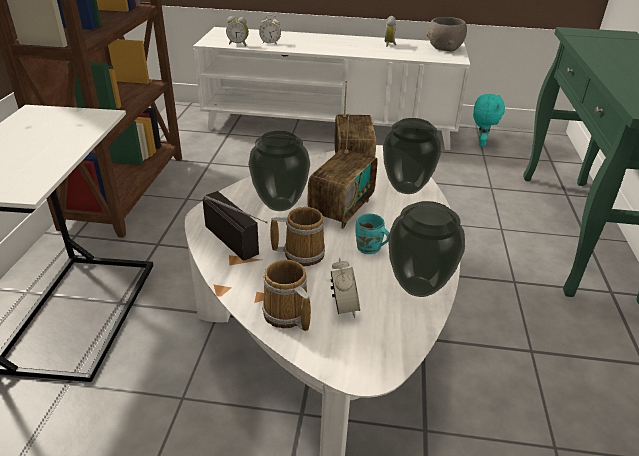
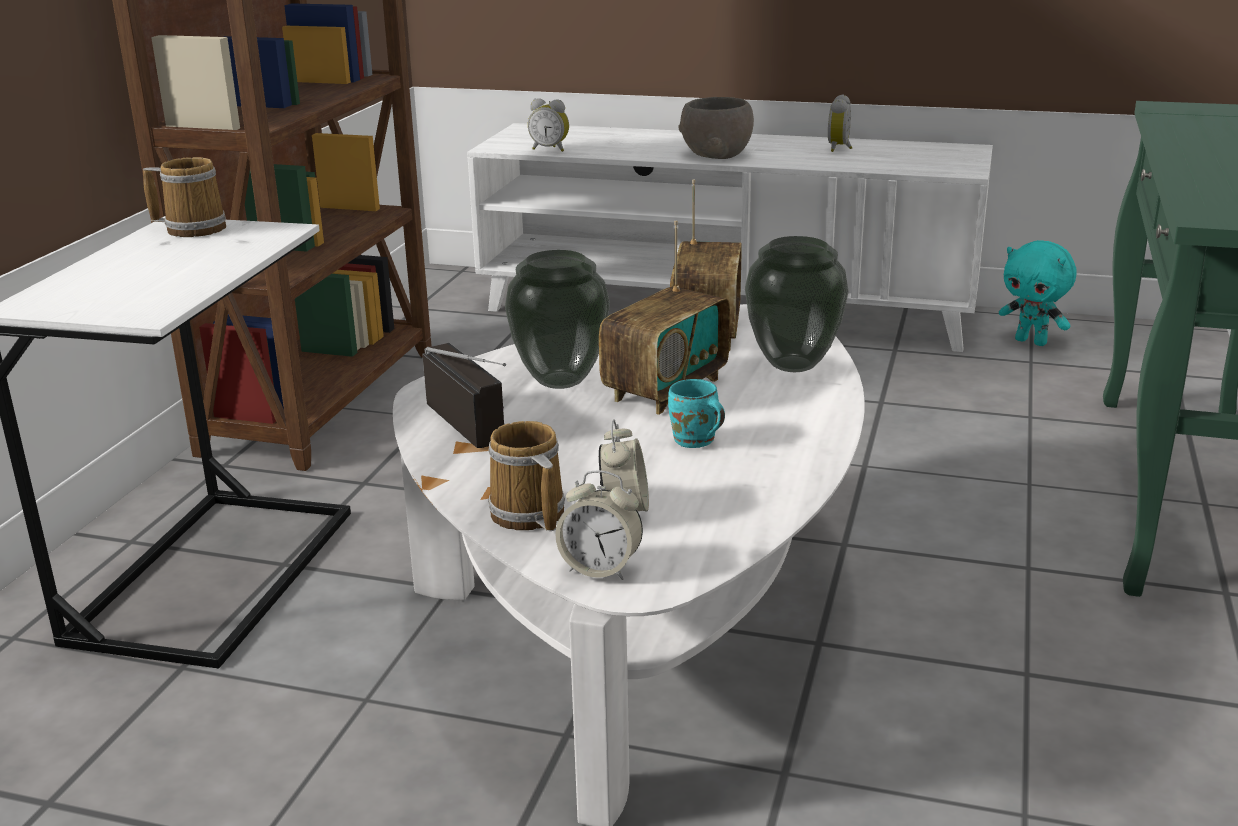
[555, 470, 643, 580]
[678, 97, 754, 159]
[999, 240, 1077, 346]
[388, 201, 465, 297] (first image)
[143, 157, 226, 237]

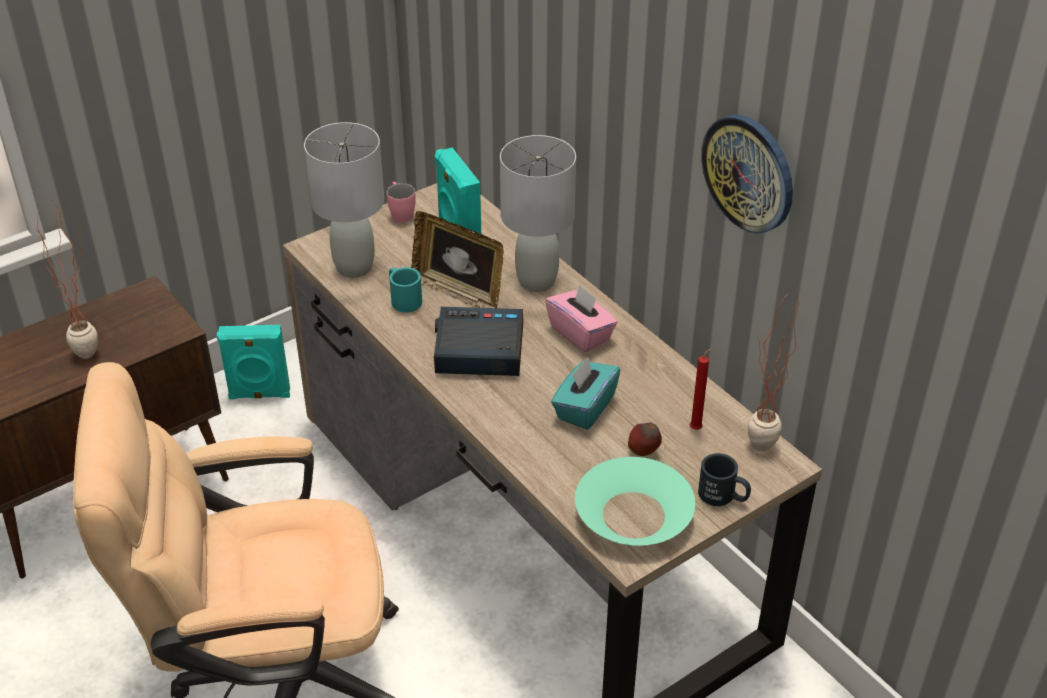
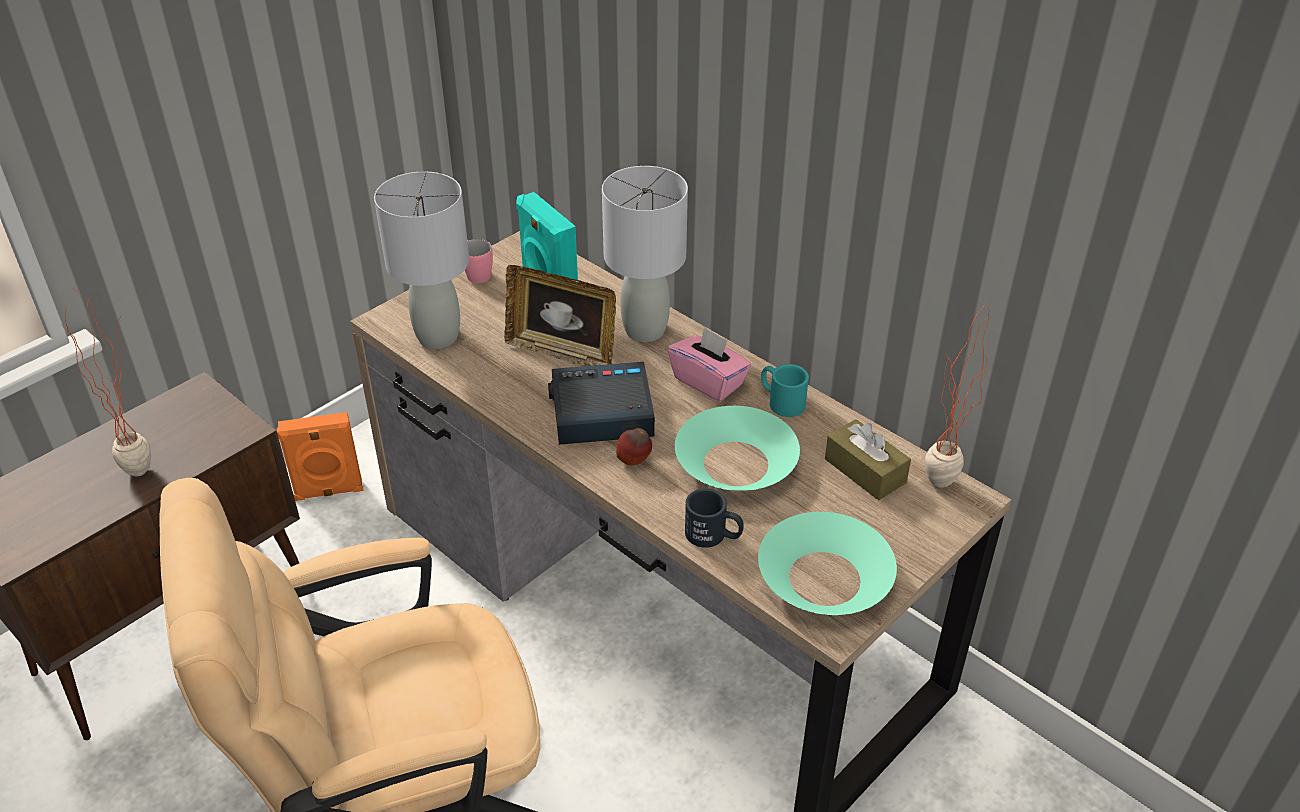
[701, 115, 793, 233] (first image)
[761, 364, 809, 417]
[277, 412, 363, 501]
[825, 419, 911, 500]
[675, 406, 800, 491]
[616, 428, 652, 466]
[685, 488, 744, 548]

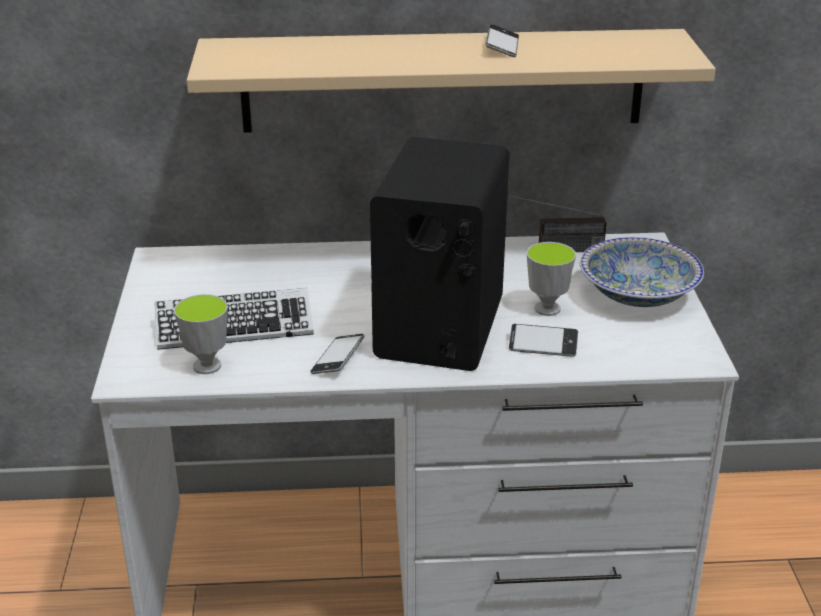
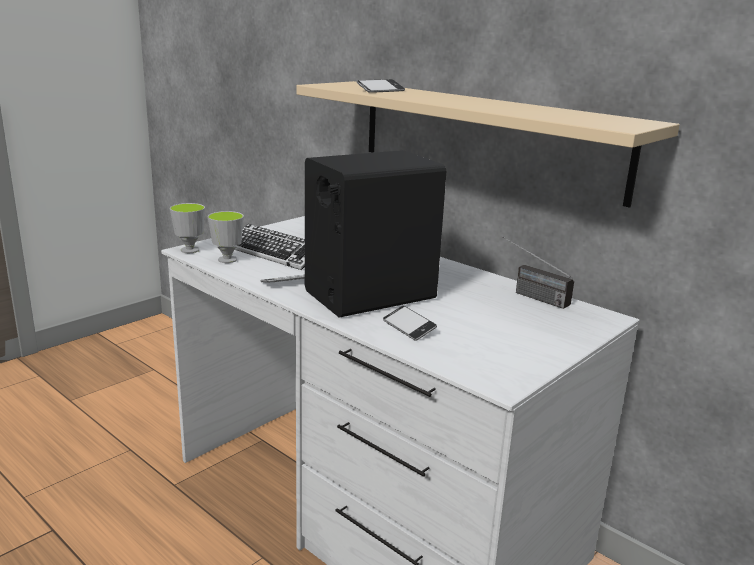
[356, 79, 405, 93]
[580, 237, 704, 307] (first image)
[170, 203, 205, 253]

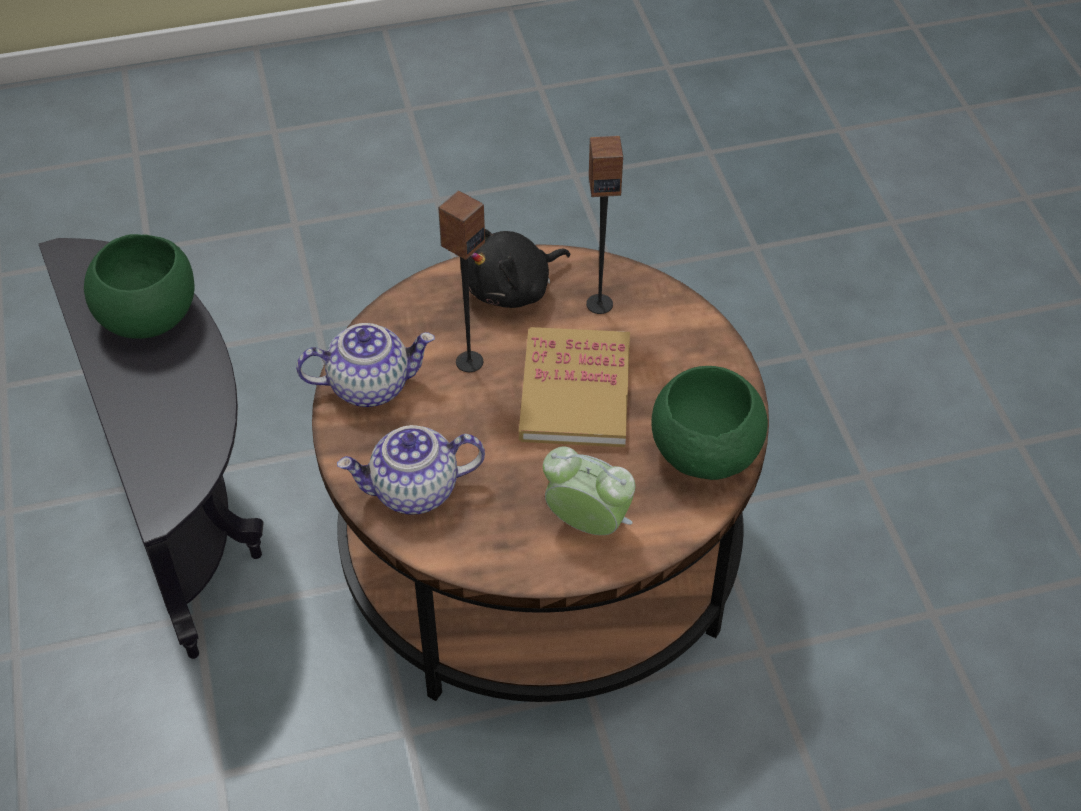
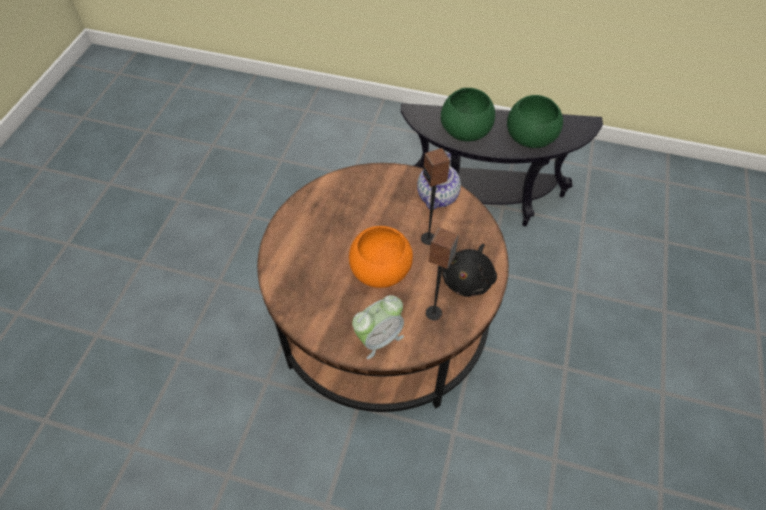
[442, 244, 497, 297]
[349, 226, 413, 288]
[441, 88, 495, 142]
[337, 425, 485, 515] (first image)
[352, 295, 404, 359]

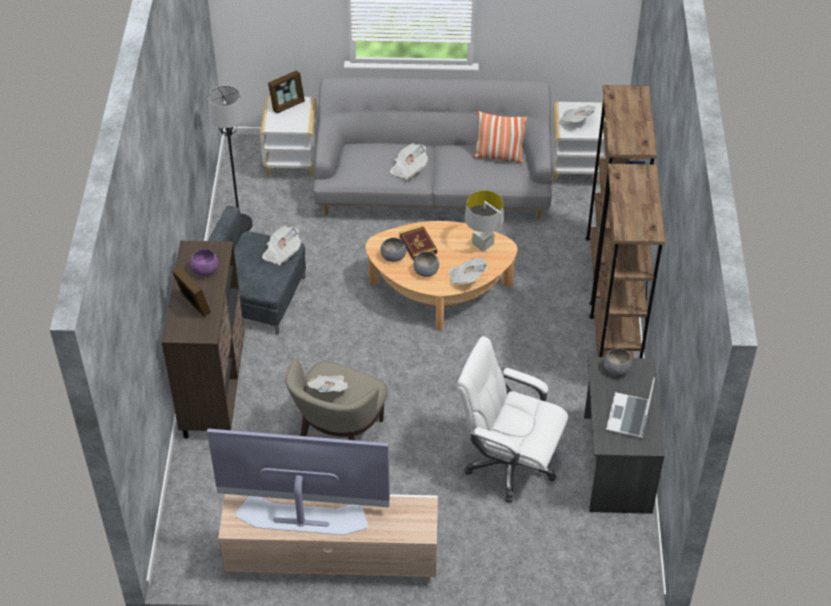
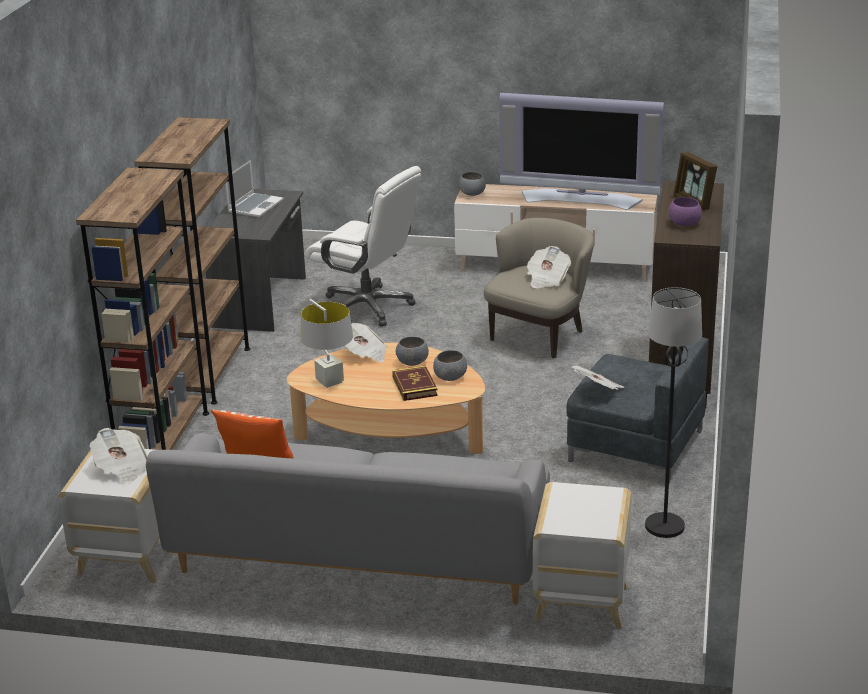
[268, 70, 305, 113] (first image)
[390, 143, 428, 180] (first image)
[459, 172, 486, 196]

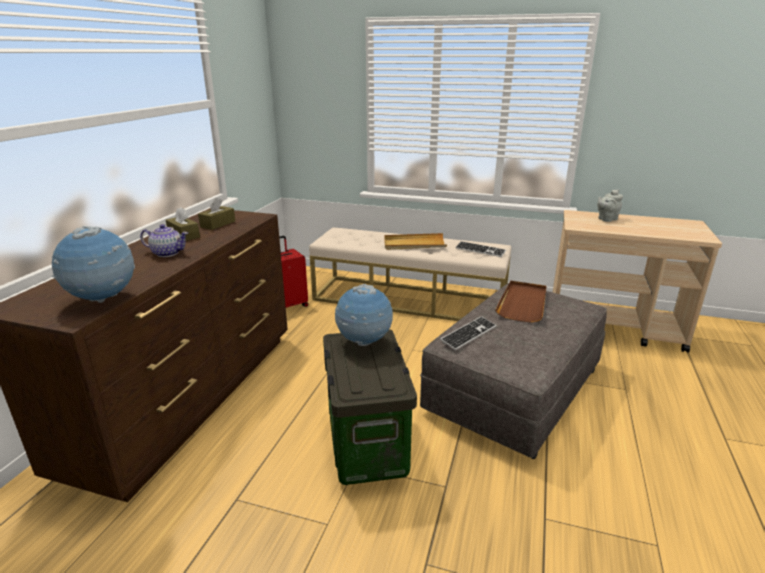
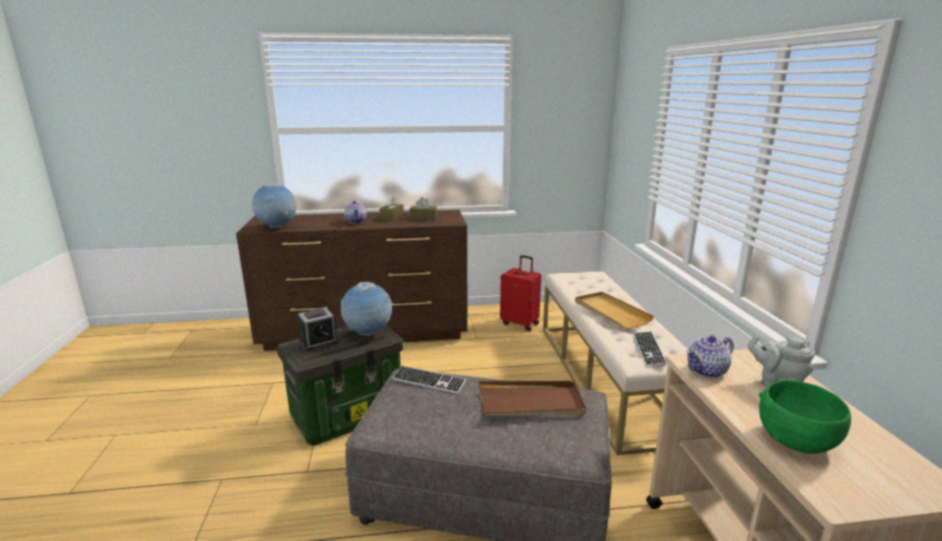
[297, 307, 339, 351]
[686, 335, 733, 378]
[759, 380, 851, 454]

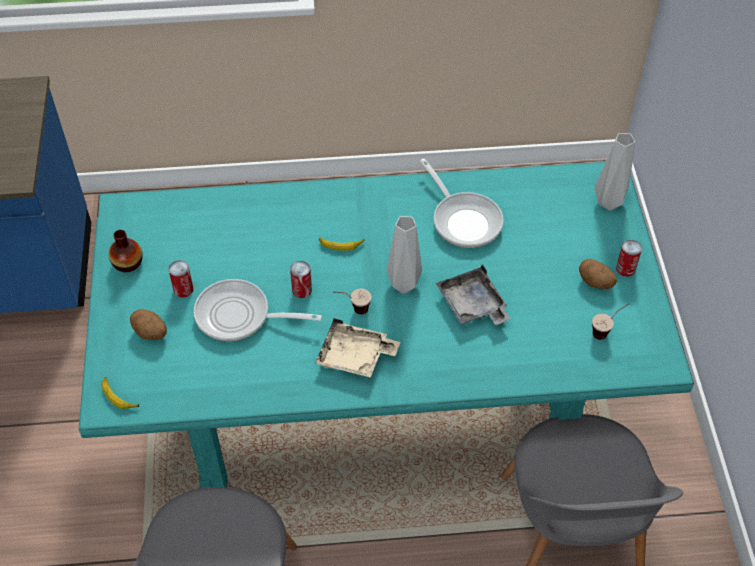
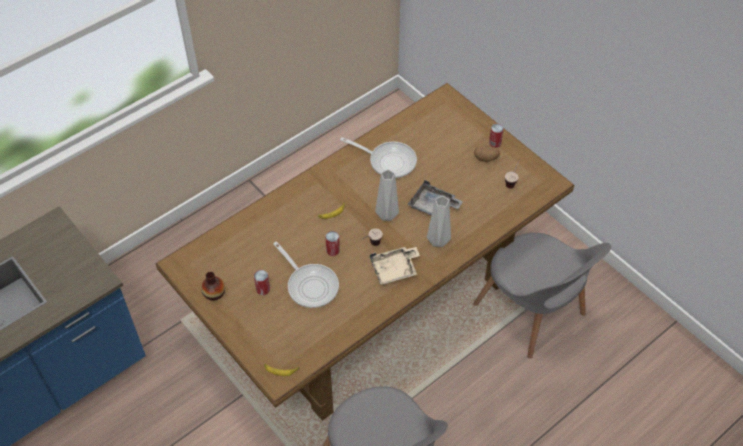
[427, 196, 451, 247]
[156, 83, 574, 421]
[273, 242, 339, 308]
[130, 309, 167, 340] (first image)

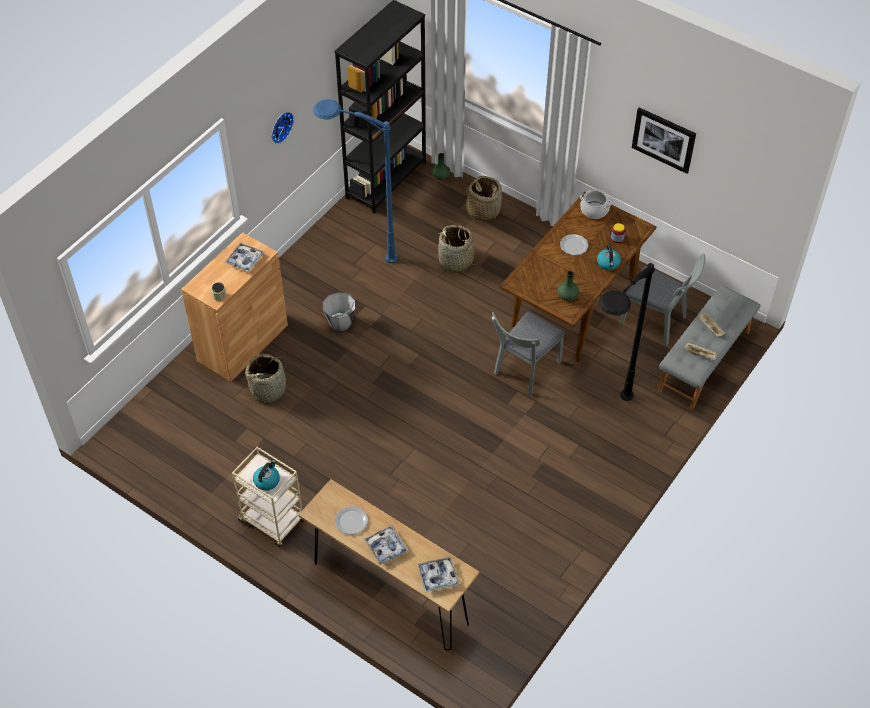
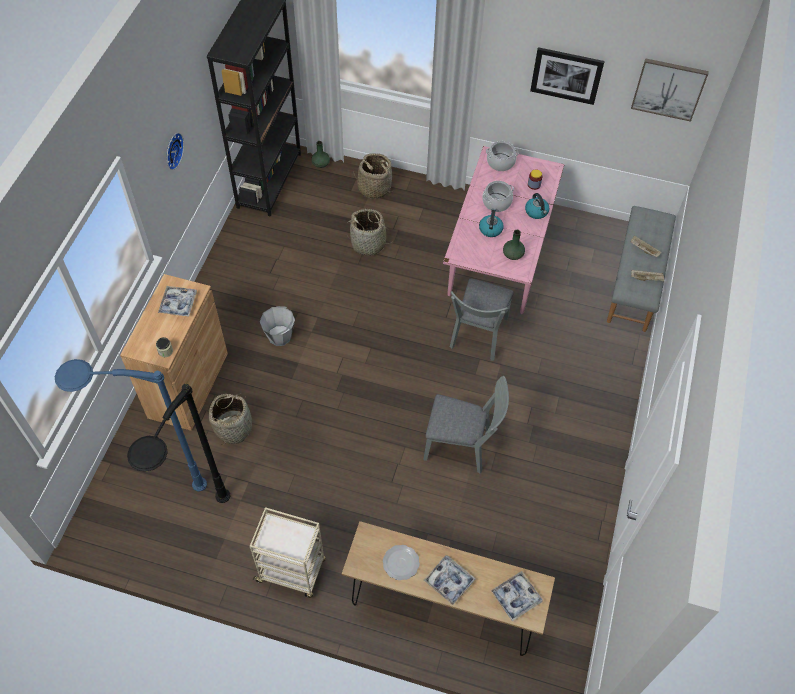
[55, 359, 207, 492]
[443, 146, 565, 314]
[482, 181, 514, 212]
[423, 376, 509, 474]
[127, 384, 231, 503]
[479, 209, 504, 237]
[631, 58, 709, 122]

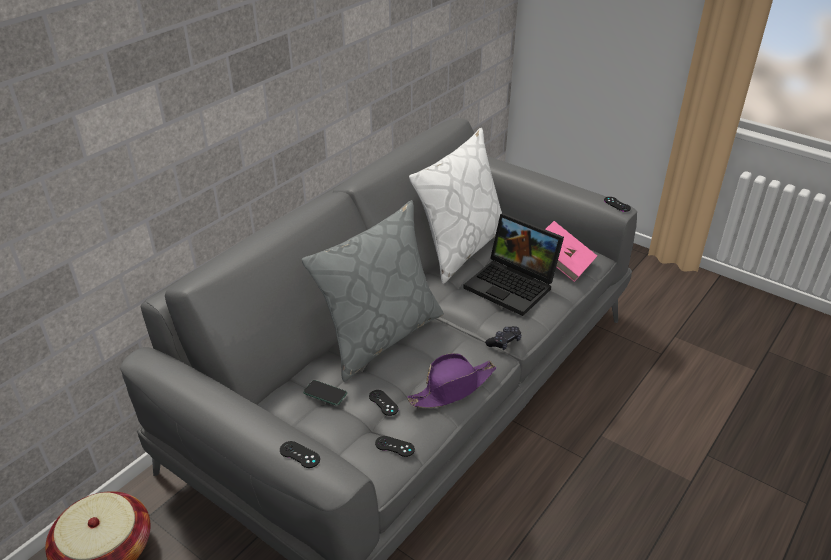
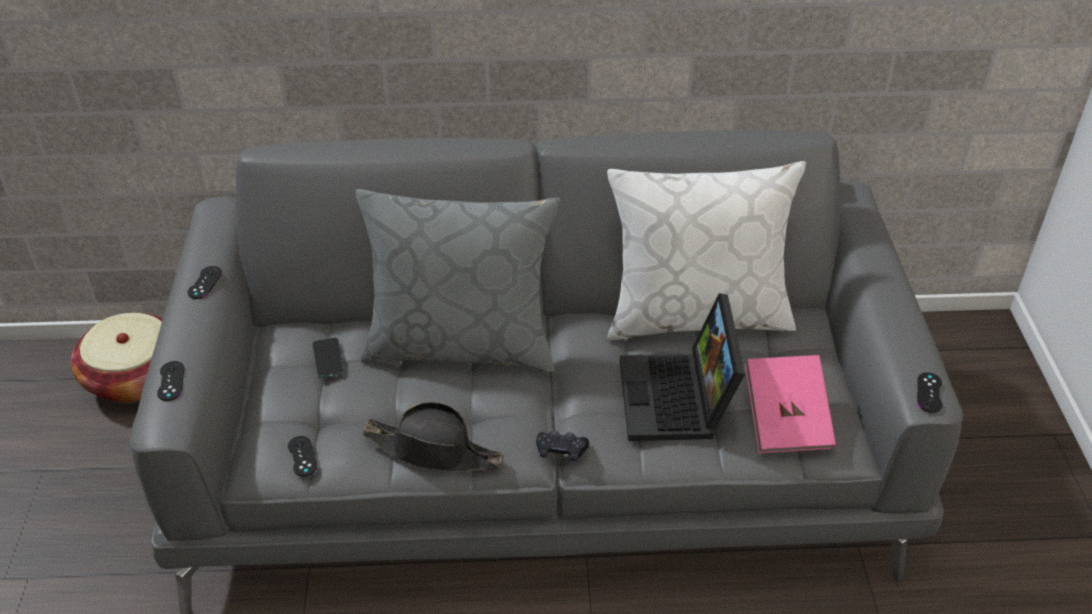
[362, 402, 504, 471]
[187, 266, 222, 299]

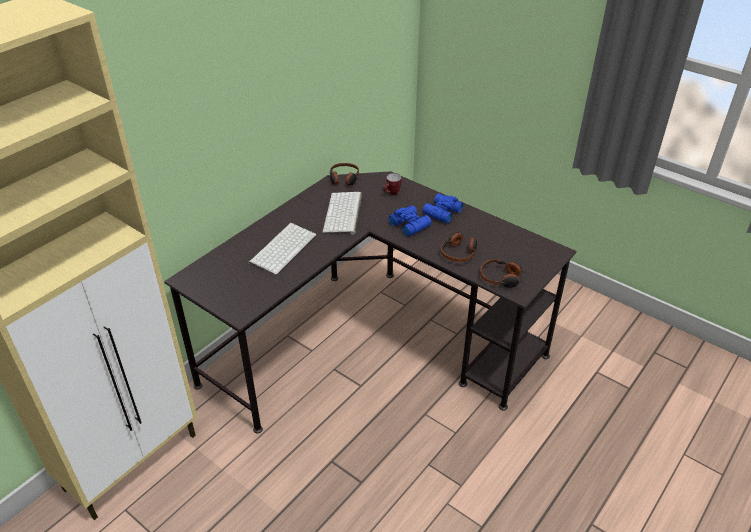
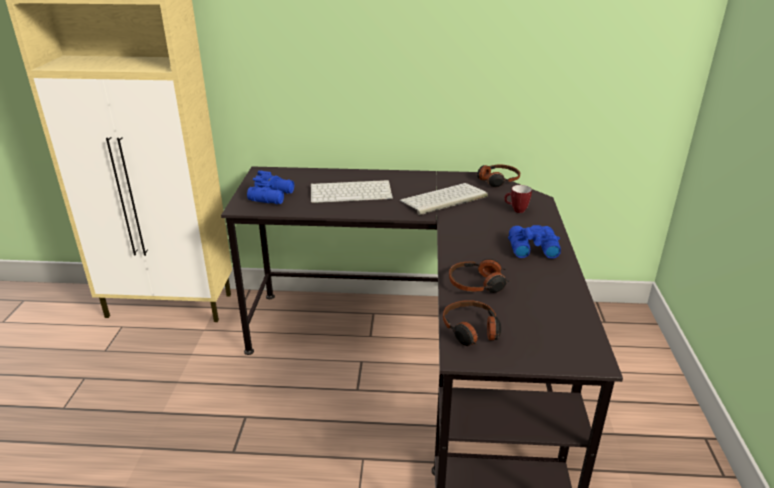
[247, 171, 294, 204]

